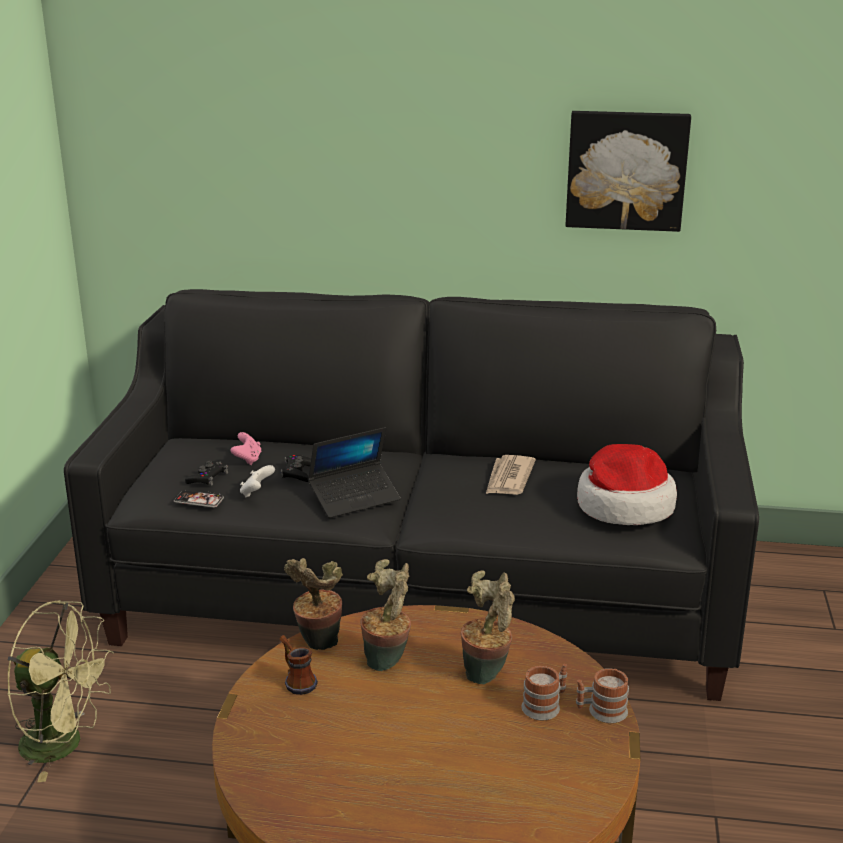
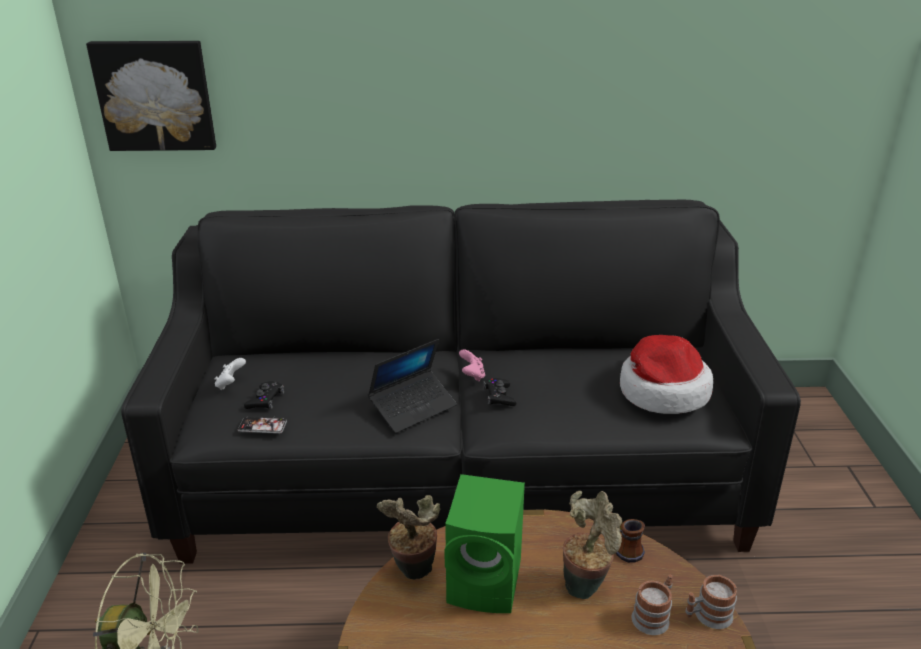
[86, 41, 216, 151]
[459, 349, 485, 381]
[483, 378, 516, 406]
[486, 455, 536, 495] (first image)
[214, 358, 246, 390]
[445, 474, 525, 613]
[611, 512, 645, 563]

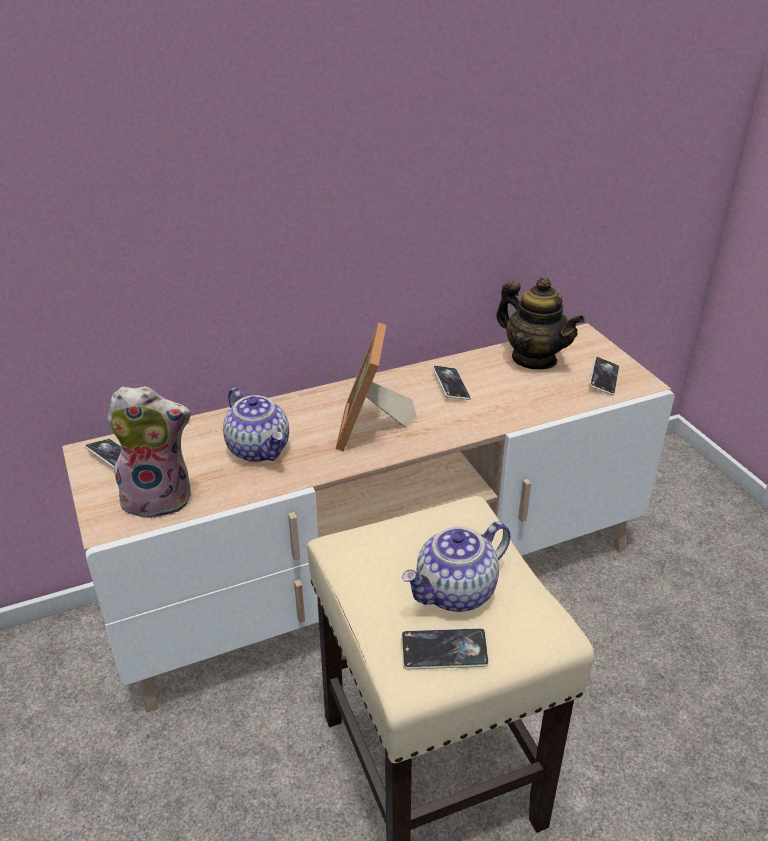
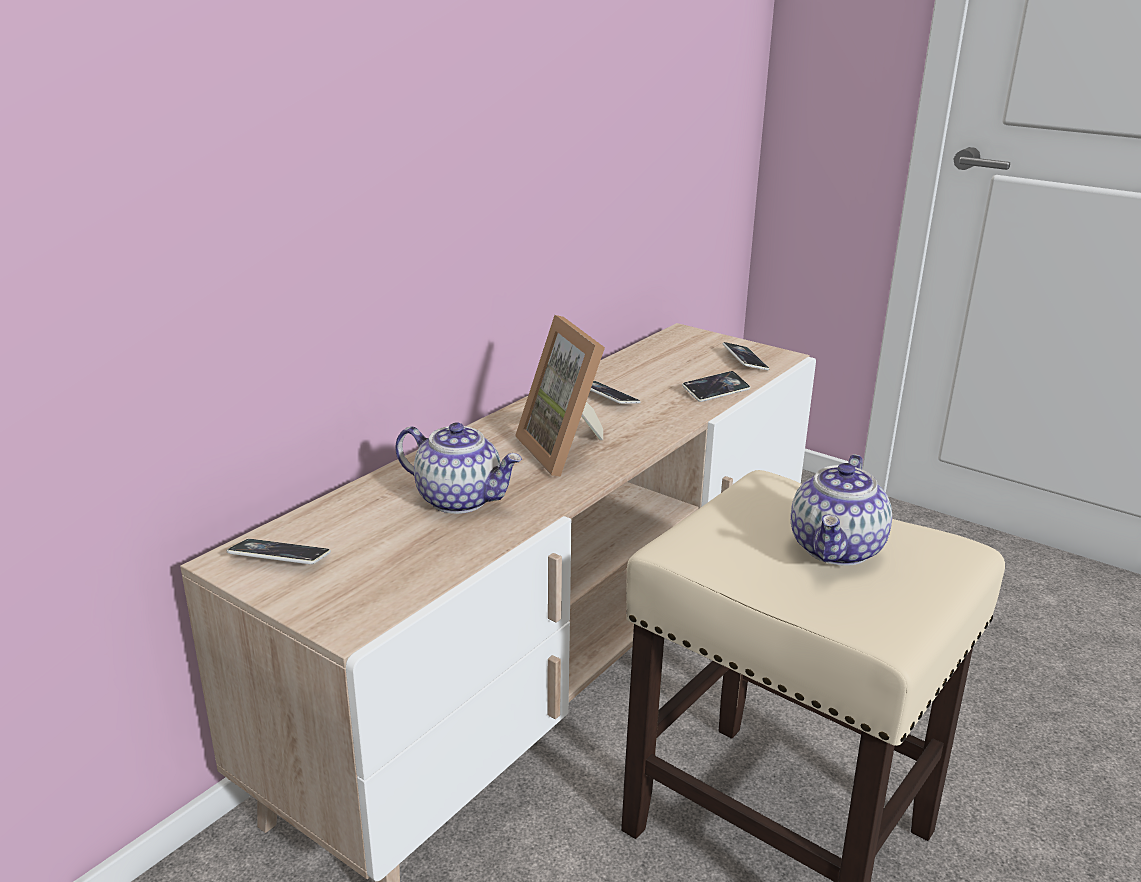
[496, 277, 584, 369] (first image)
[107, 386, 191, 519] (first image)
[682, 371, 750, 402]

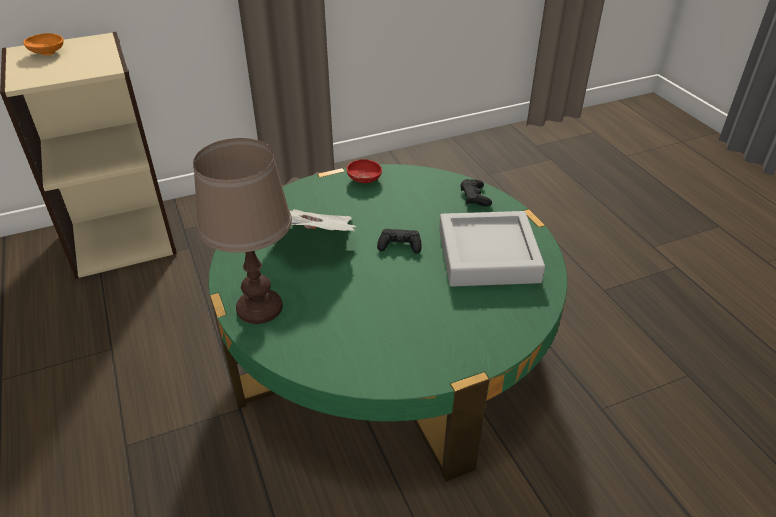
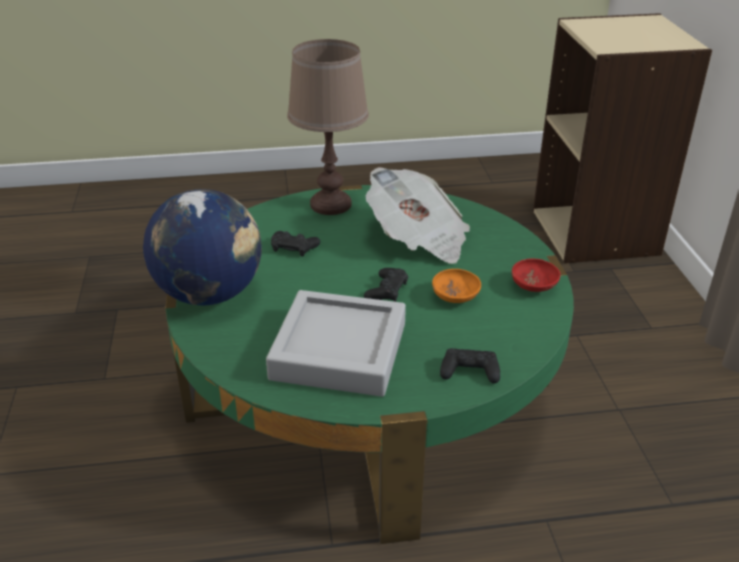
[432, 269, 481, 303]
[143, 189, 262, 305]
[271, 231, 320, 257]

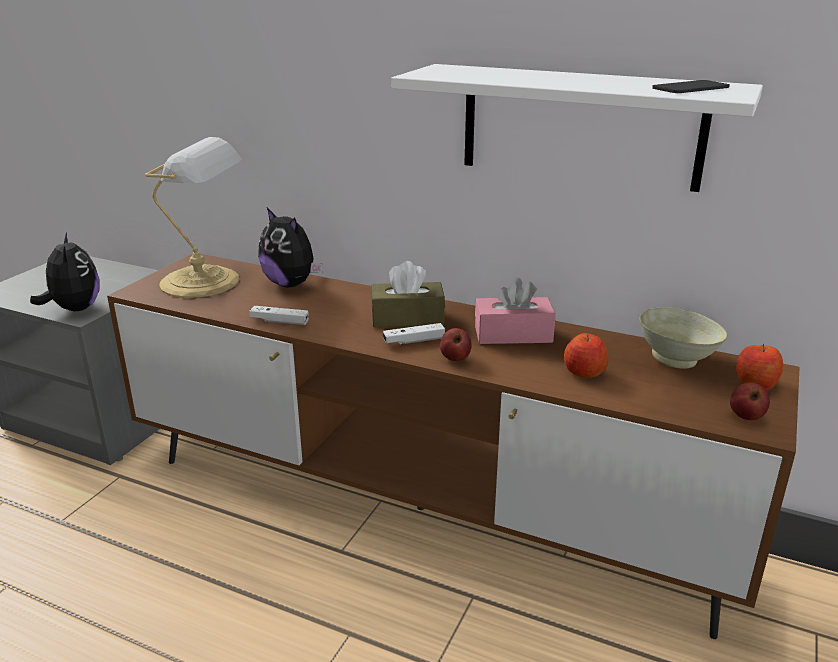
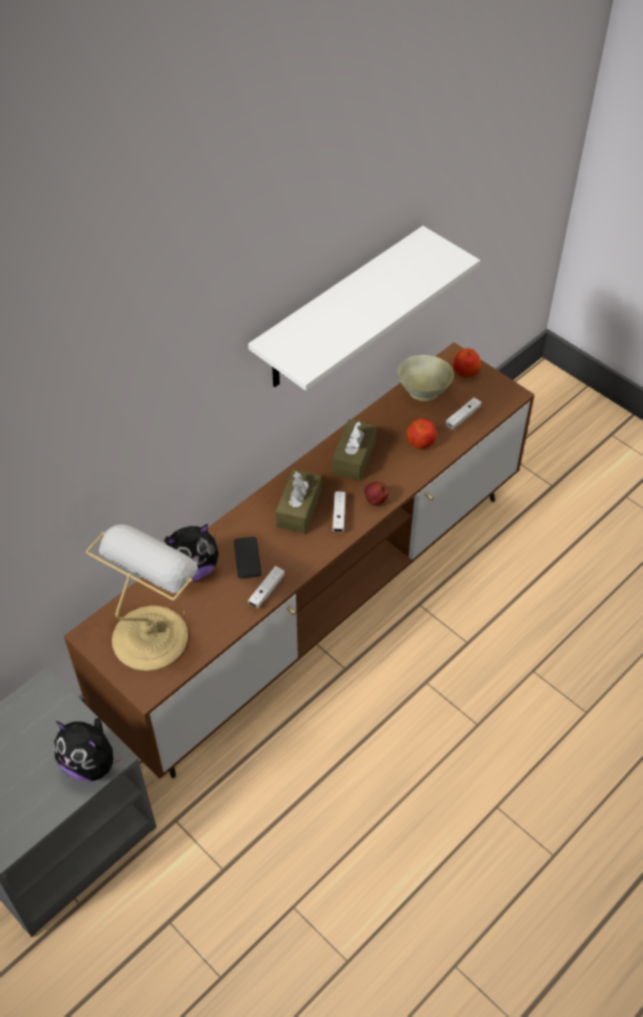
[234, 537, 262, 579]
[54, 718, 125, 781]
[332, 419, 377, 481]
[730, 382, 770, 420] (first image)
[446, 398, 482, 430]

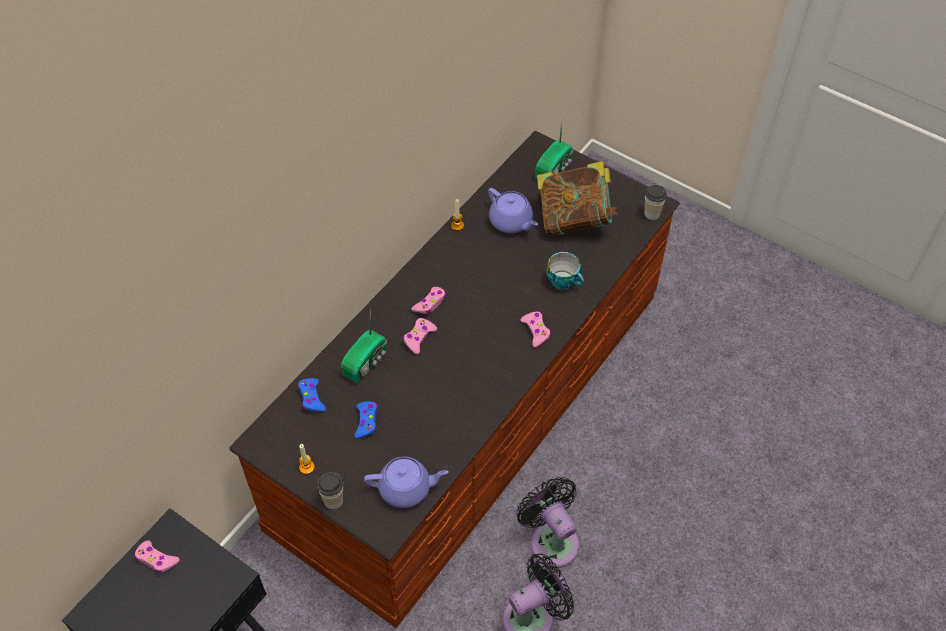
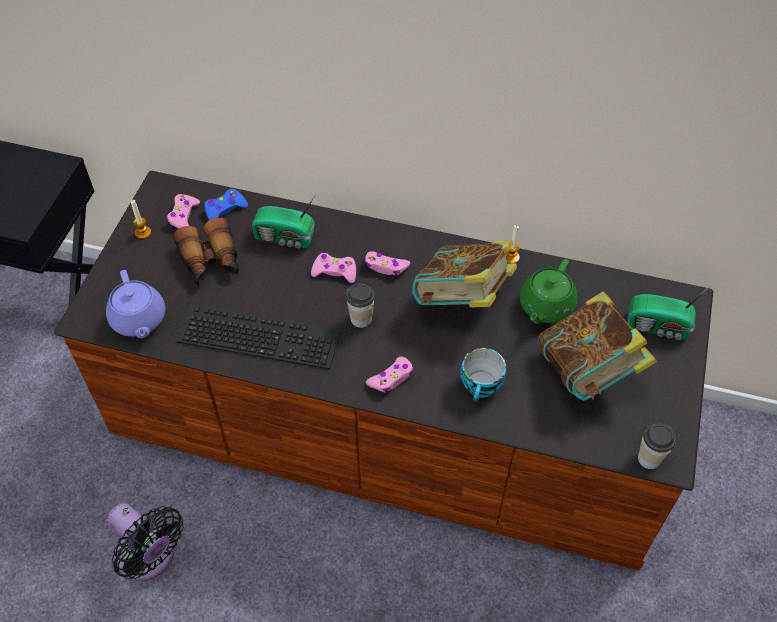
[520, 259, 578, 324]
[173, 217, 239, 285]
[346, 284, 375, 328]
[516, 477, 579, 568] (first image)
[167, 194, 200, 229]
[412, 240, 517, 307]
[176, 304, 341, 370]

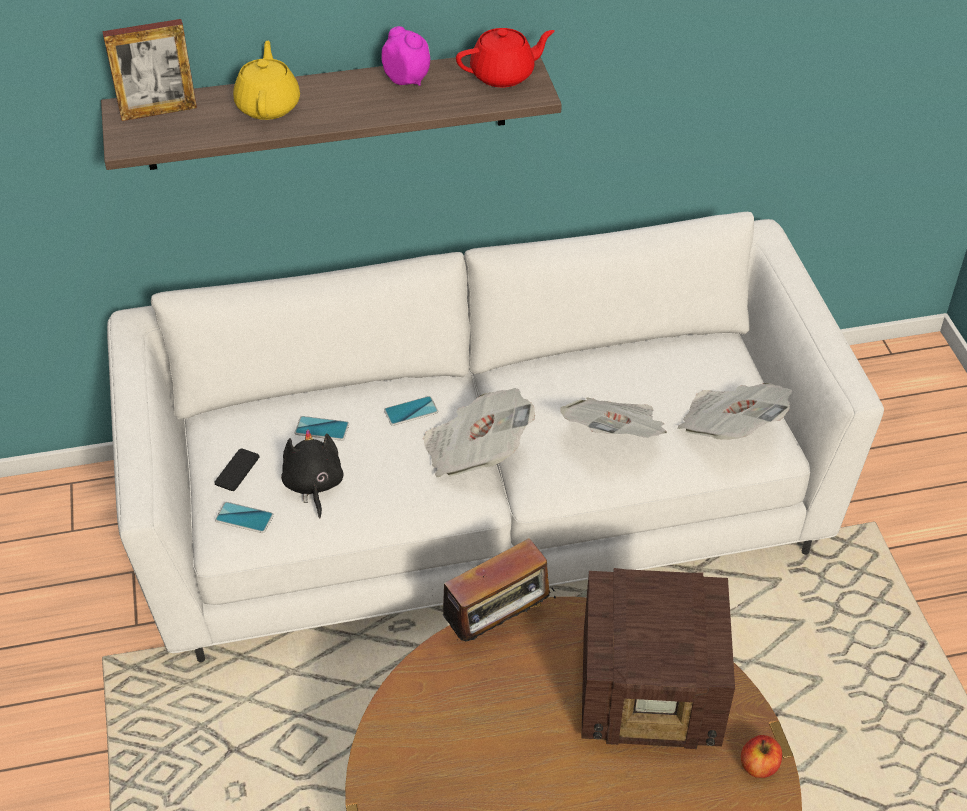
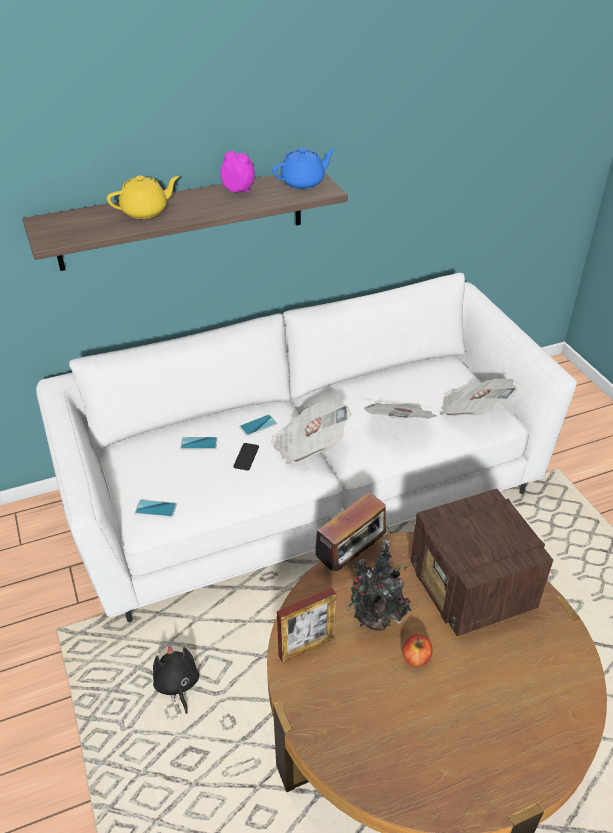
[277, 588, 336, 662]
[272, 148, 336, 189]
[107, 176, 179, 219]
[153, 645, 199, 714]
[233, 443, 259, 470]
[410, 489, 553, 636]
[402, 634, 432, 667]
[347, 540, 412, 630]

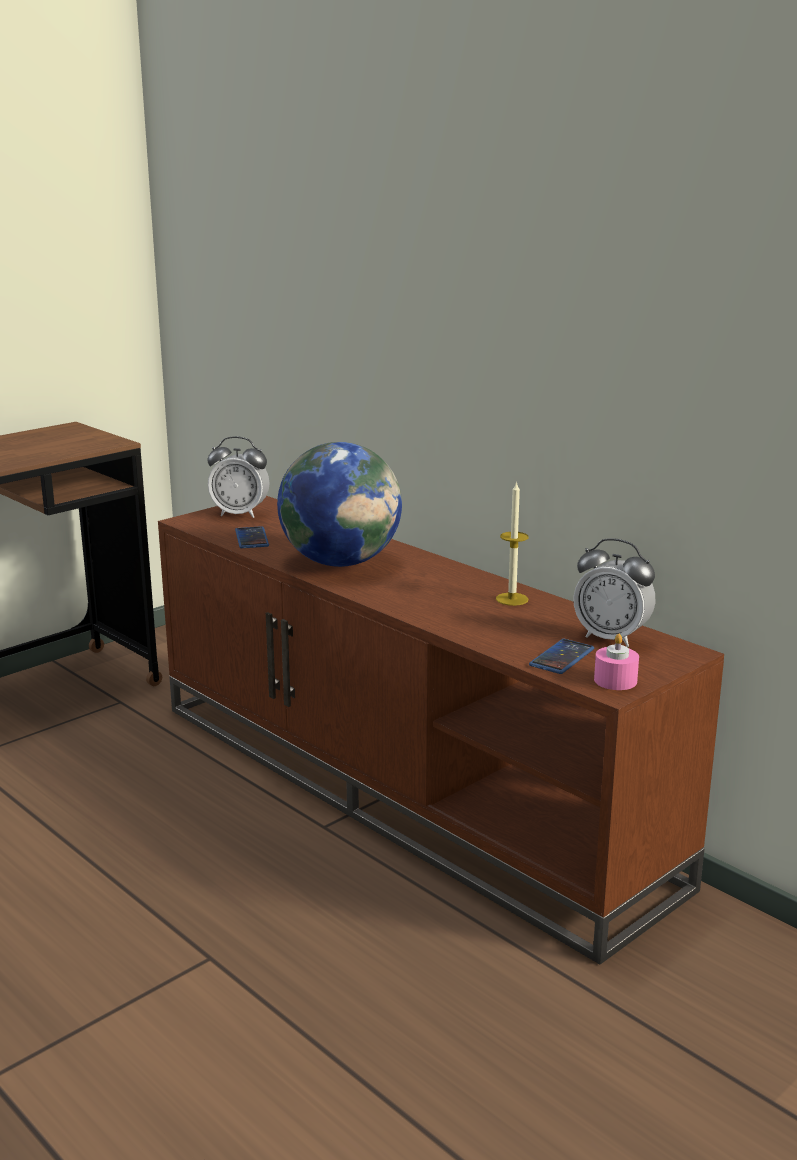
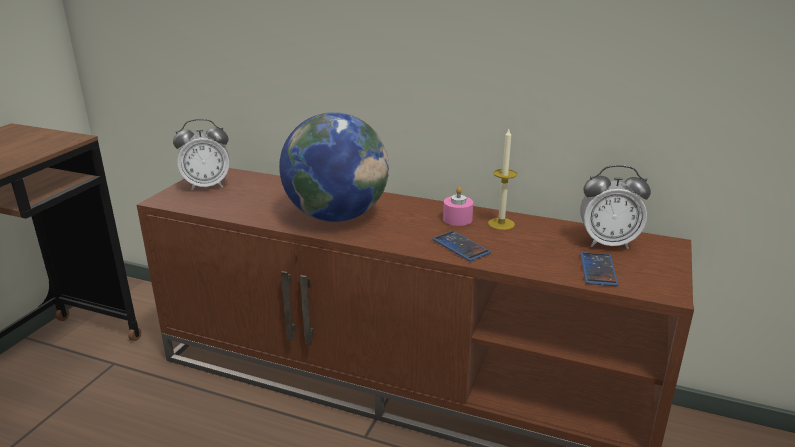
[433, 231, 491, 261]
[443, 187, 473, 226]

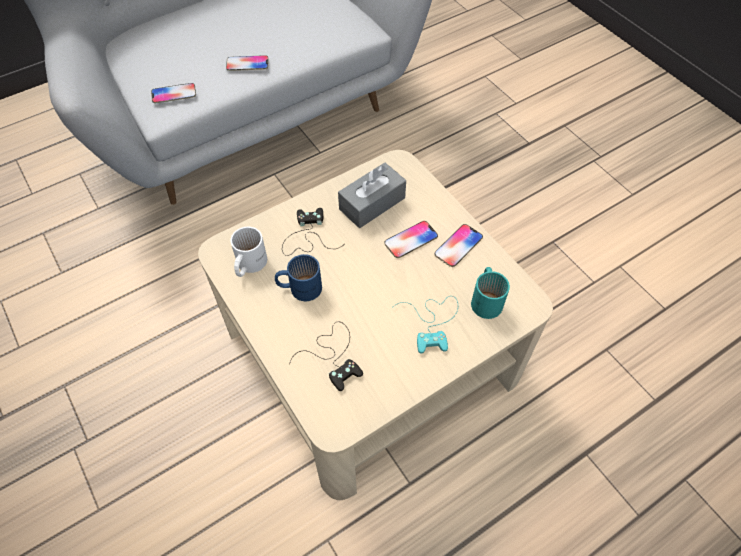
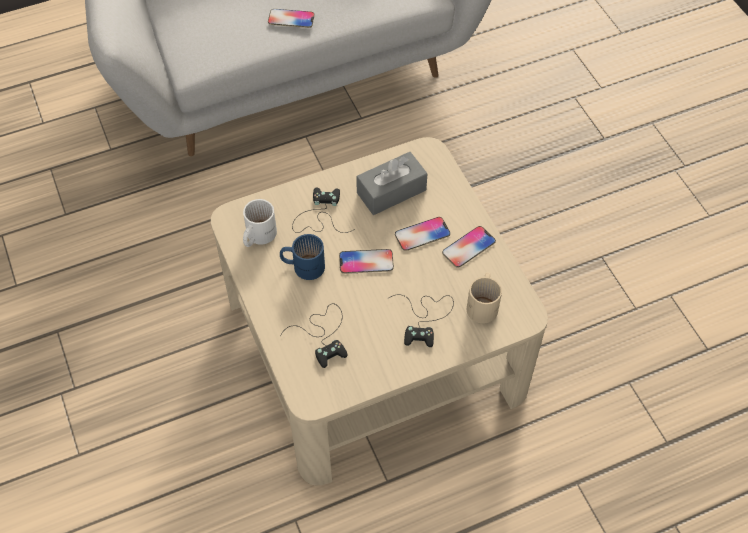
[339, 249, 394, 274]
[467, 272, 502, 324]
[389, 294, 454, 347]

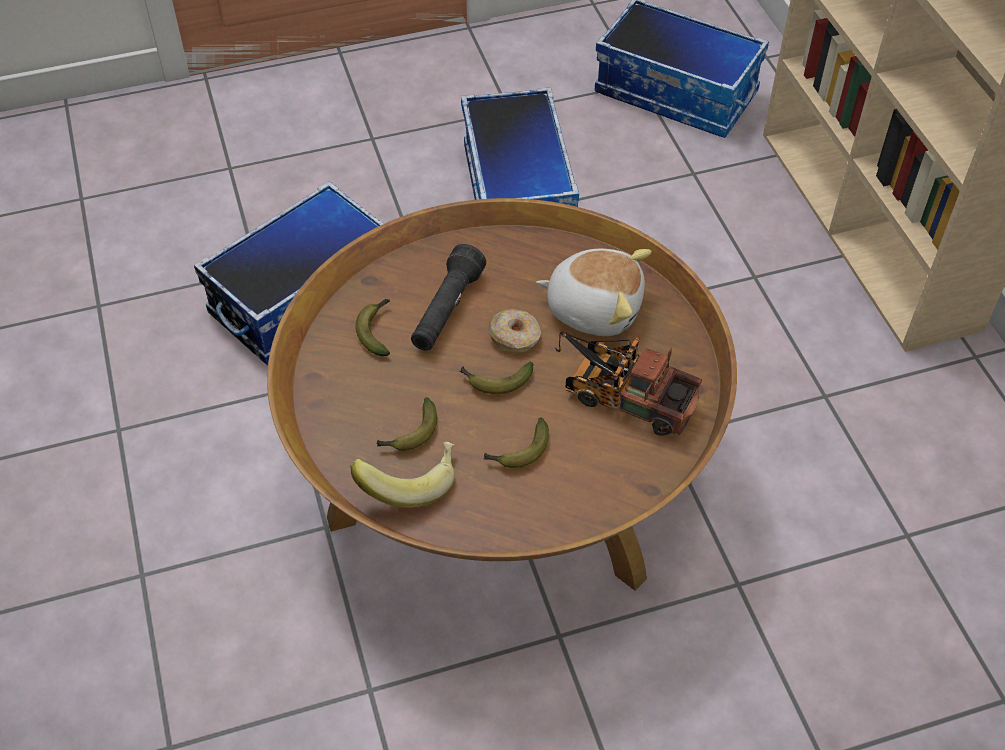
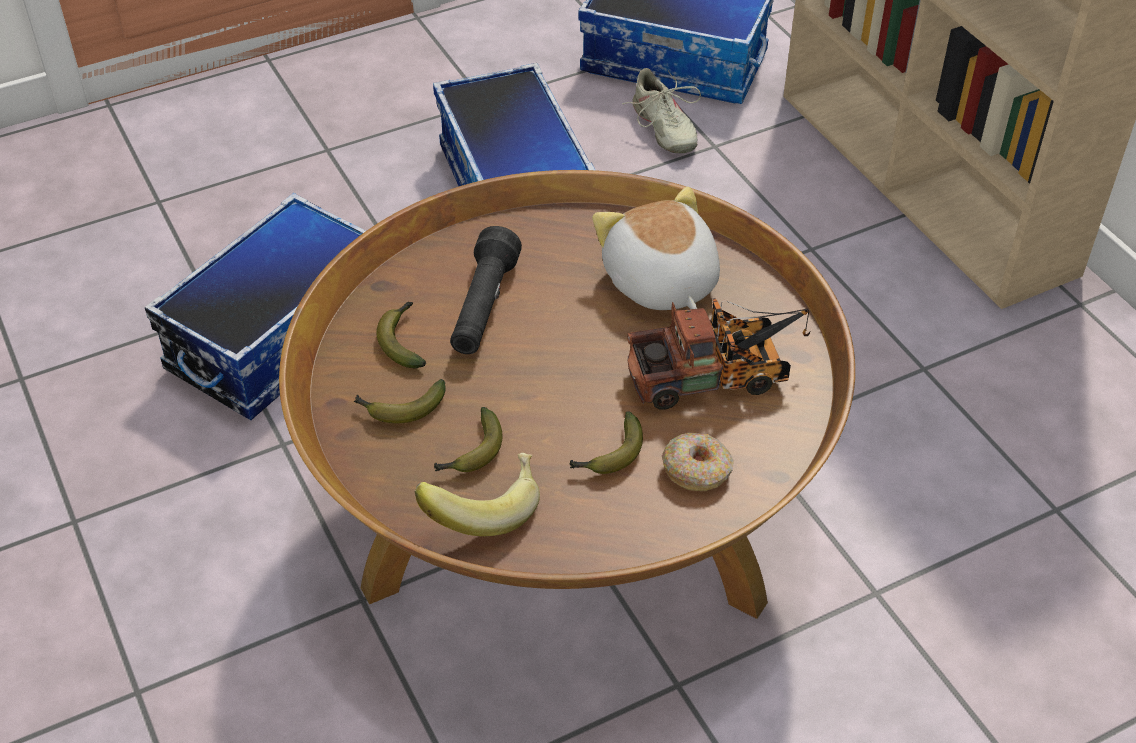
[592, 187, 720, 310]
[662, 433, 734, 491]
[627, 298, 810, 410]
[354, 379, 446, 423]
[622, 68, 701, 153]

